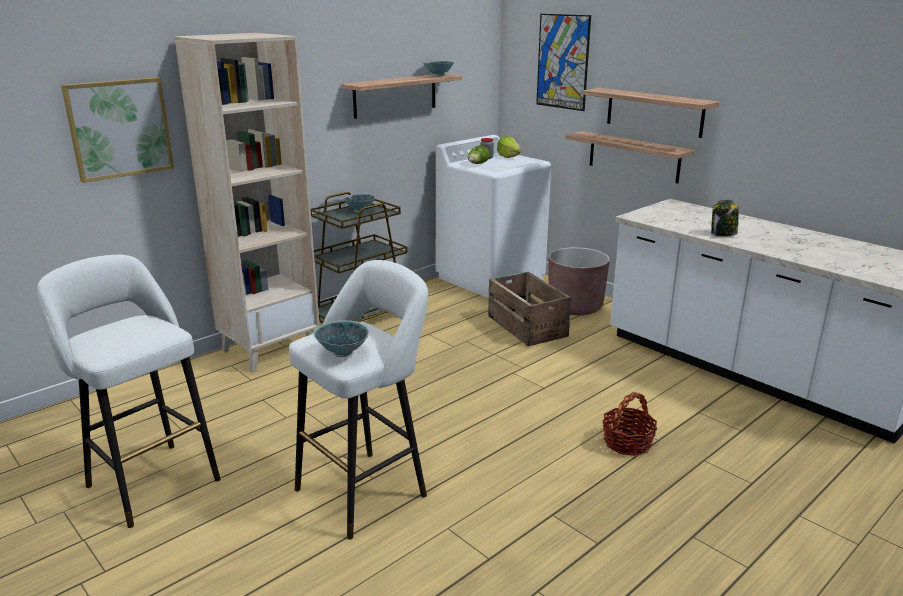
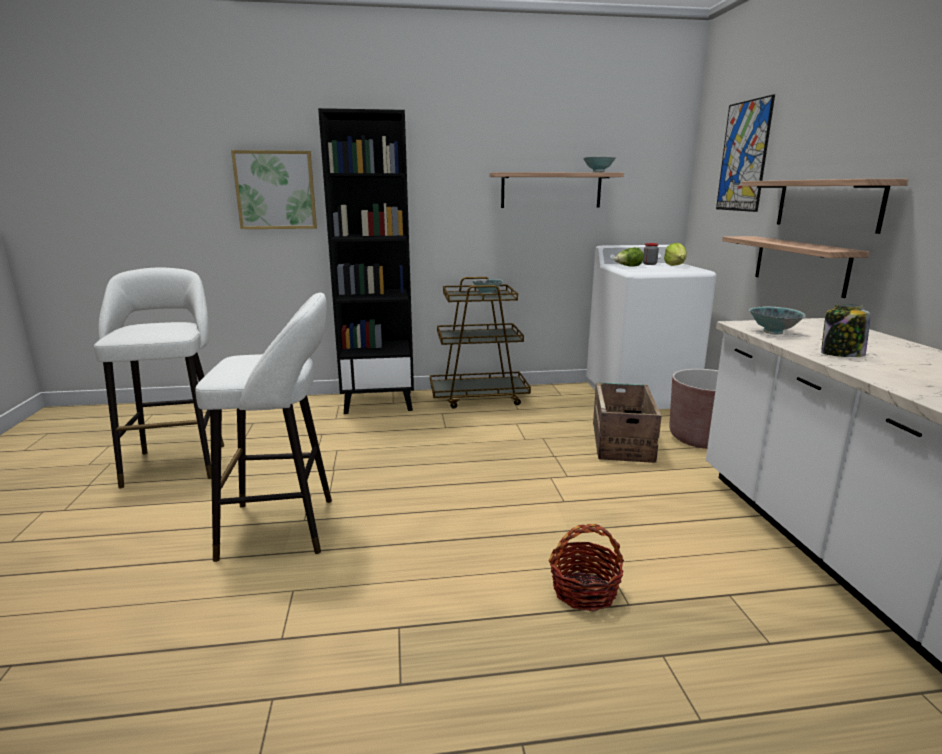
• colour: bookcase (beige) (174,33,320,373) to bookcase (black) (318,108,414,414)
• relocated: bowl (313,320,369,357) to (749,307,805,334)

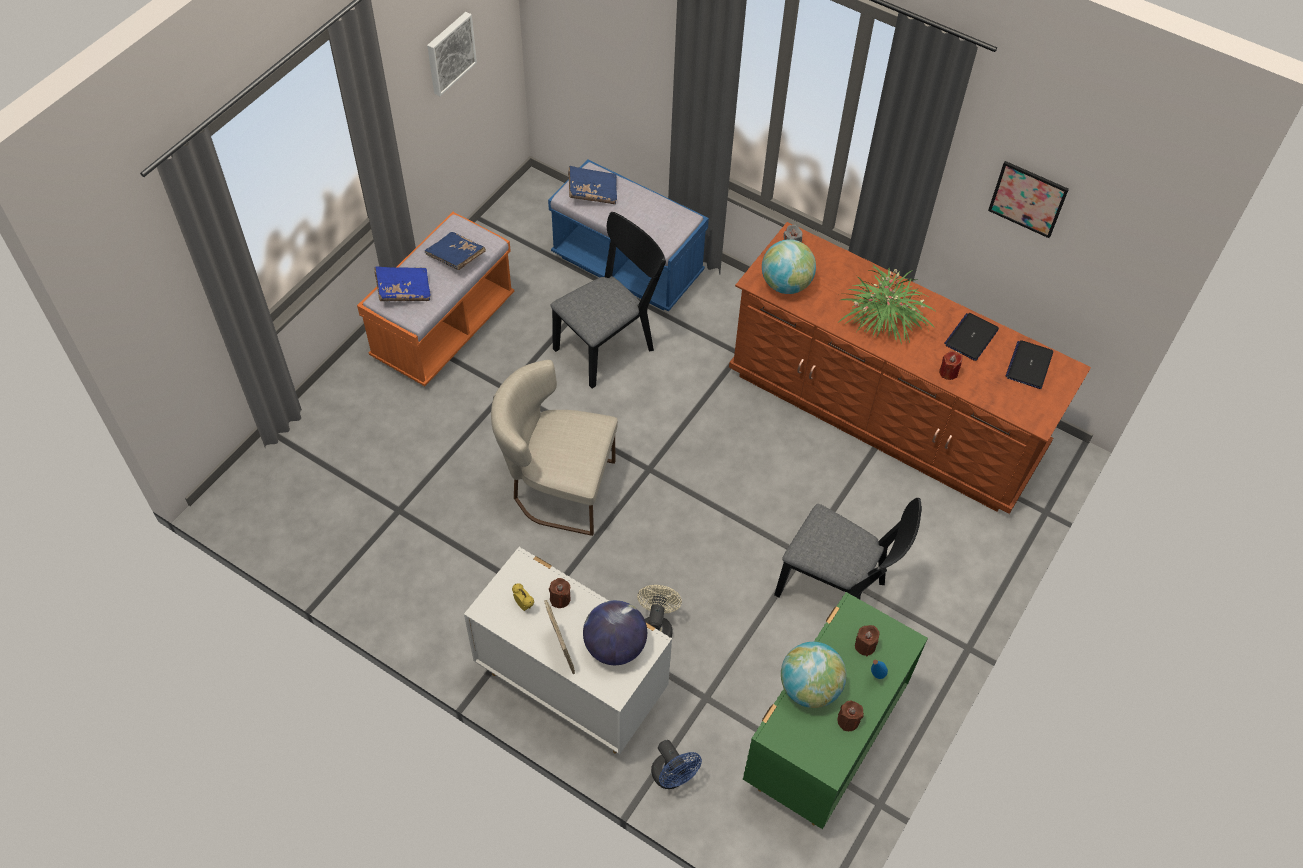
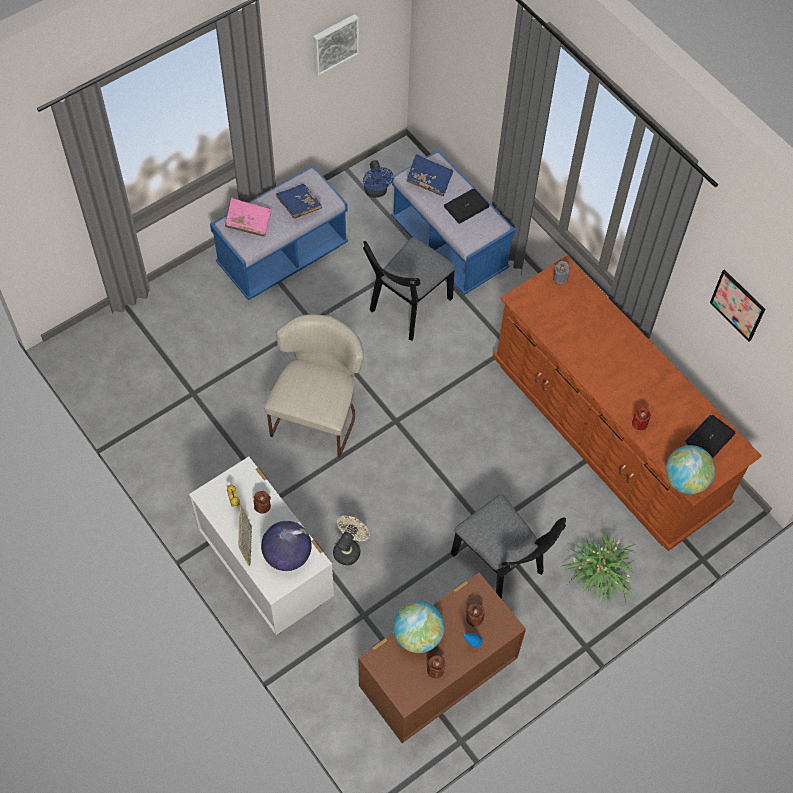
• colour: bench (orange) (357,212,514,386) to bench (blue) (210,166,348,300)
• colour: book (blue) (374,267,431,301) to book (pink) (225,198,272,237)
• spun: chair (beige) (491,360,618,536) = (264,314,364,458) 75 degrees clockwise
• spun: chair (black) (551,212,666,389) = (363,237,456,341) 150 degrees clockwise
• relocated: fan (blue) (651,740,702,789) to (363,160,393,198)
• colour: dresser (green) (743,592,928,829) to dresser (brown) (358,573,526,743)
• relocated: globe (762,239,816,294) to (666,445,716,494)
• relocated: potted plant (839,264,935,344) to (562,530,638,604)
• relocated: laptop (944,313,999,361) to (444,189,490,224)

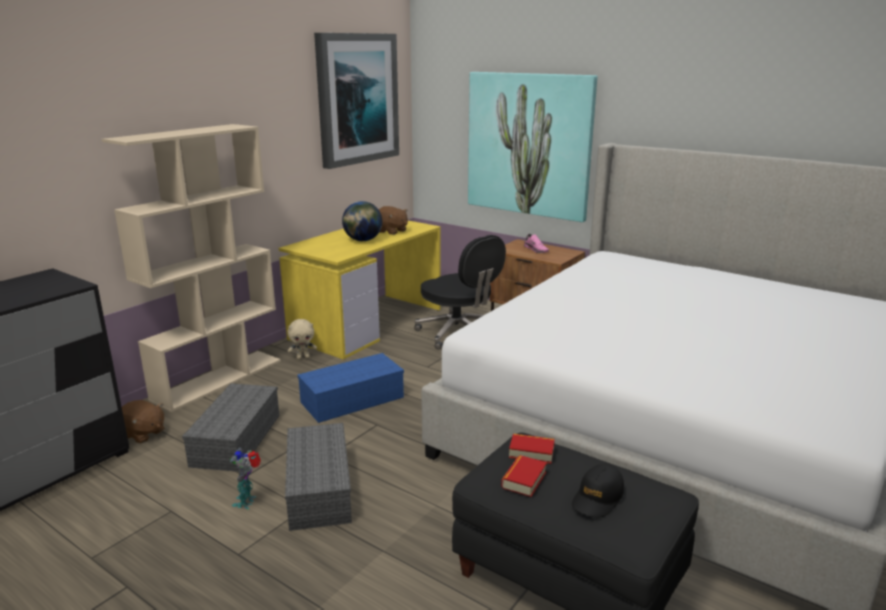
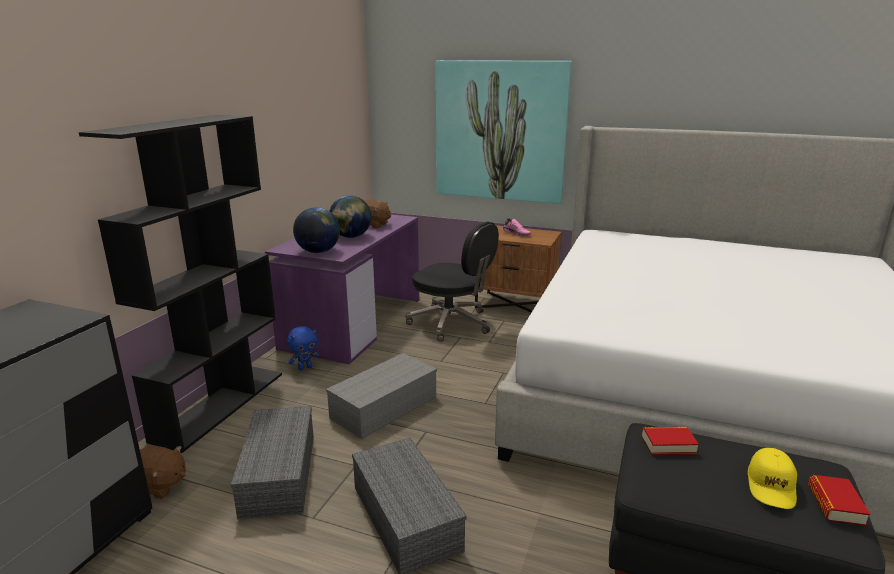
• colour: bookcase (beige) (102,124,281,412) to bookcase (black) (79,115,282,453)
• missing: toy robot (230,447,261,509)
• colour: desk (yellow) (279,221,441,360) to desk (purple) (265,215,419,364)
• colour: plush toy (beige) (288,319,317,360) to plush toy (blue) (287,326,320,370)
• colour: storage box (blue) (297,353,404,423) to storage box (grey) (326,353,437,439)
• missing: picture (314,33,399,169)
• relocated: book (501,455,547,497) to (808,475,871,526)
• colour: cap (black) (572,464,624,517) to cap (yellow) (748,448,797,509)
• appeared: globe (293,207,340,253)

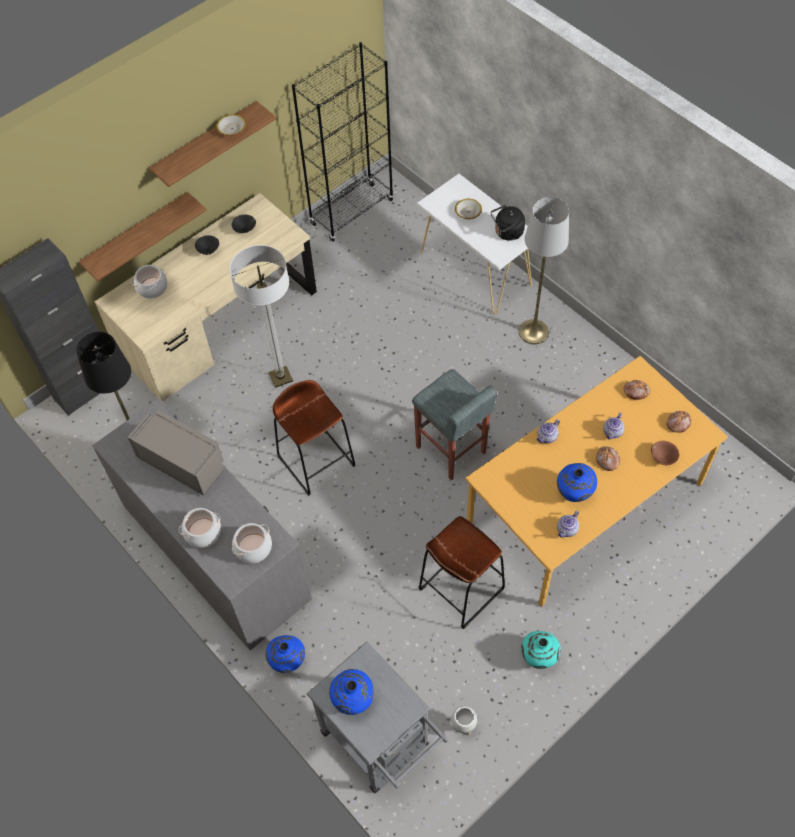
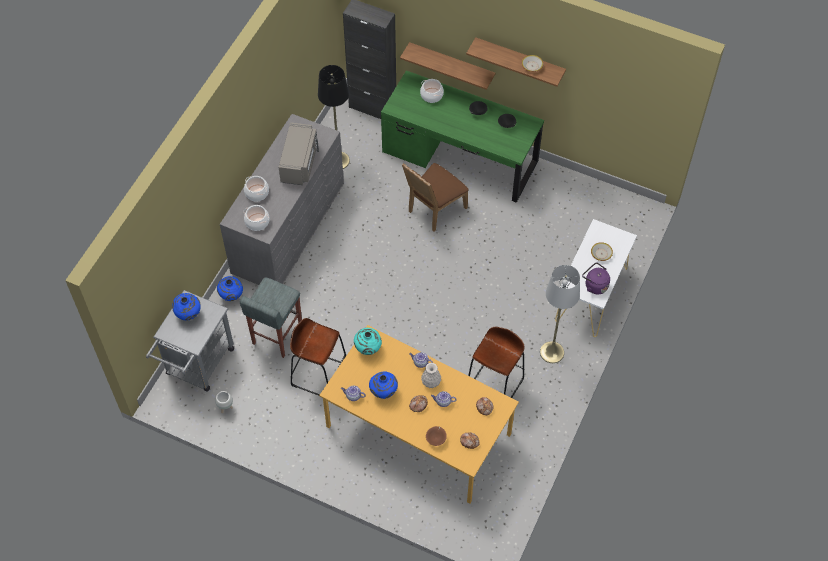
• colour: desk (beige) (95,193,317,401) to desk (green) (381,71,544,203)
• exchanged: floor lamp (230,245,293,388) to chair (brown) (402,163,469,232)
• relocated: stool (brown) (273,380,356,496) to (468,327,524,398)
• missing: bookcase (black) (292,42,394,242)
• relocated: stool (grey) (412,369,497,480) to (240,277,302,358)
• colour: kettle (black) (491,205,525,241) to kettle (purple) (582,262,610,294)
• relocated: vase (turquoise) (521,631,561,669) to (354,328,382,355)
• appeared: vase (white) (421,362,441,388)

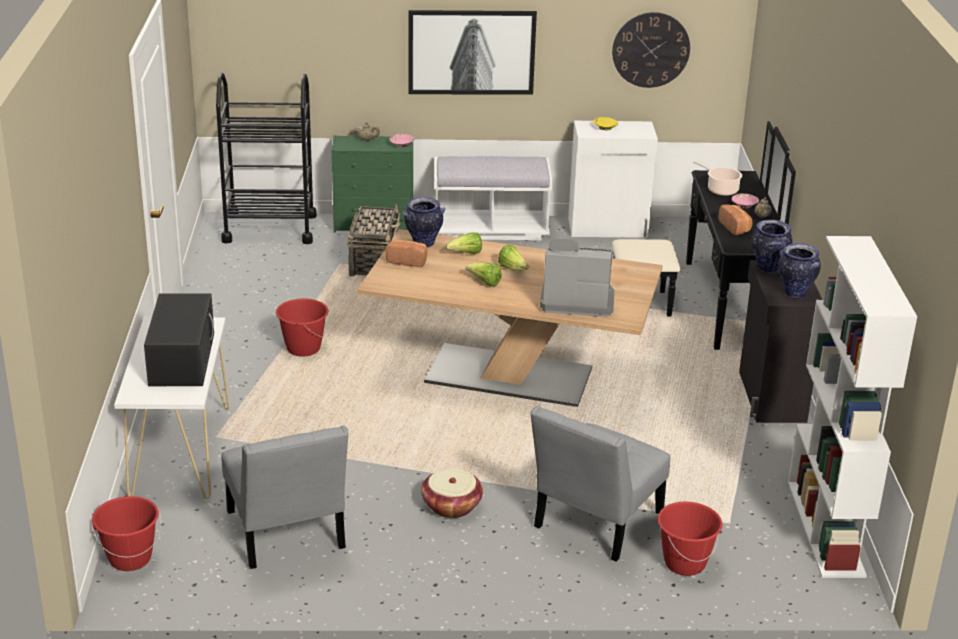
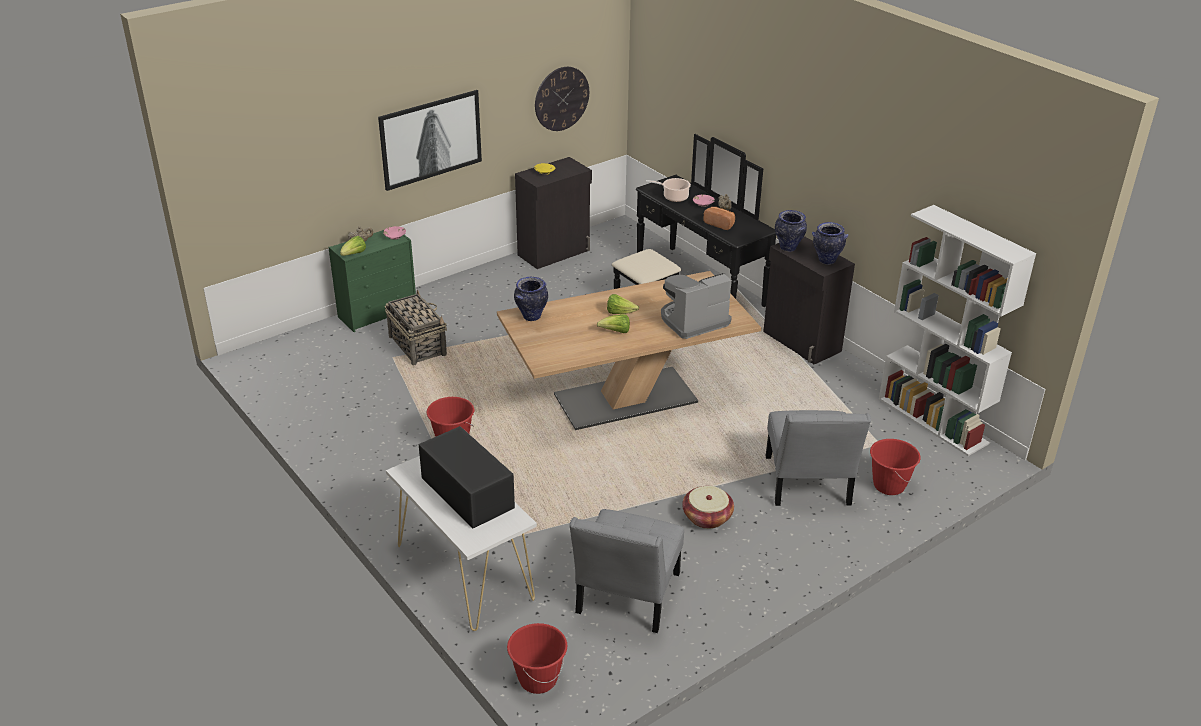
• missing: cart (black) (216,73,317,244)
• spun: chair (grey) (221,425,349,569) = (569,509,684,633) 75 degrees clockwise
• missing: bread (386,239,427,267)
• missing: bench (white) (435,156,552,240)
• relocated: lettuce (446,232,482,254) to (340,236,366,256)
• colour: cabinet (white) (568,121,658,238) to cabinet (black) (515,157,592,269)

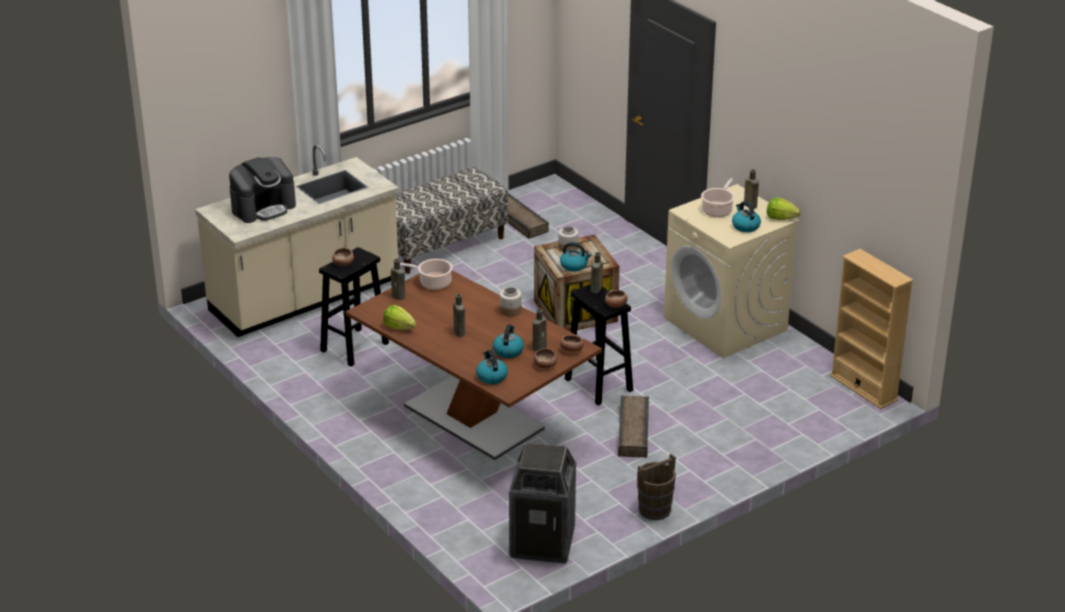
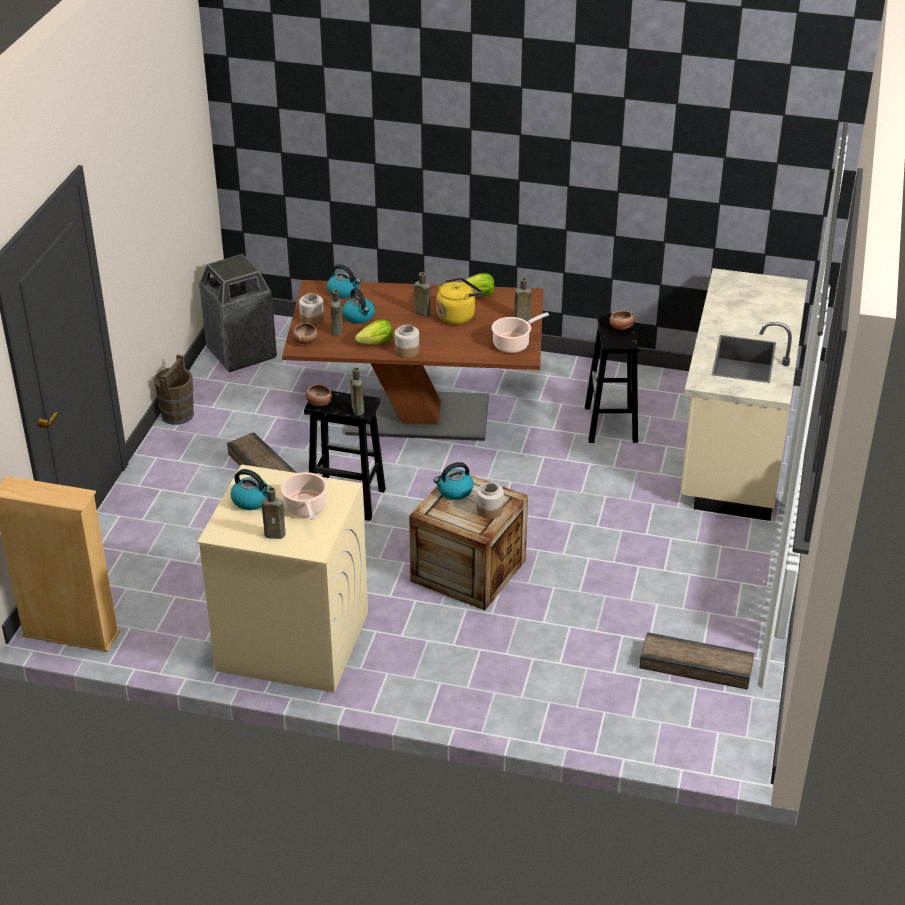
• missing: coffee machine (229,157,296,223)
• missing: bench (395,167,508,274)
• exchanged: bowl (534,348,557,369) to jar (299,293,324,326)
• relocated: lettuce (767,198,801,220) to (355,320,393,344)
• appeared: kettle (yellow) (437,277,483,325)

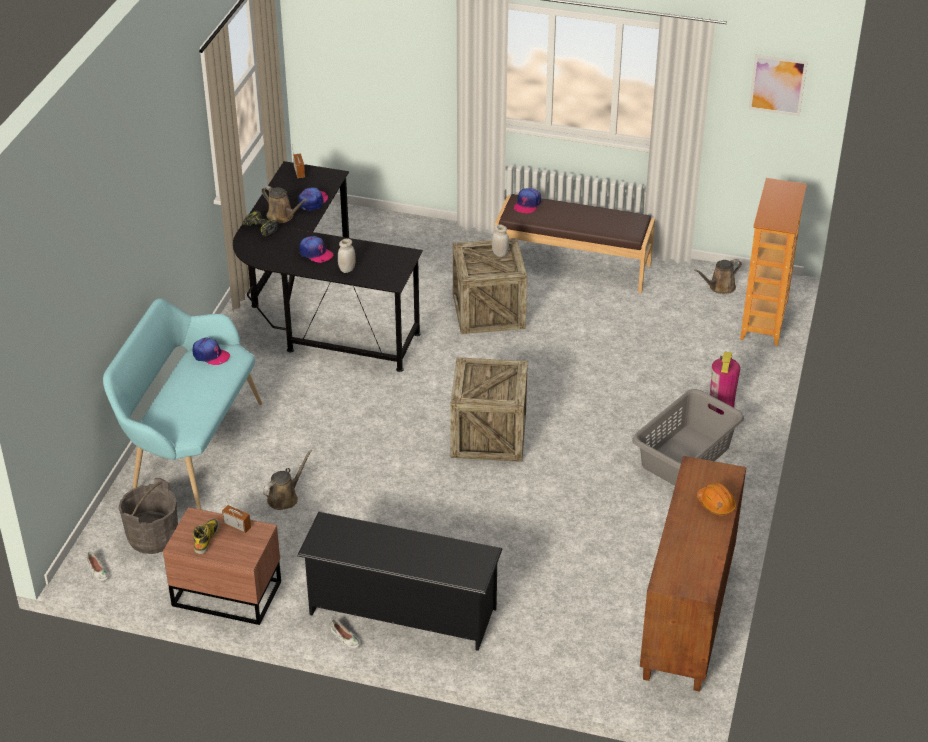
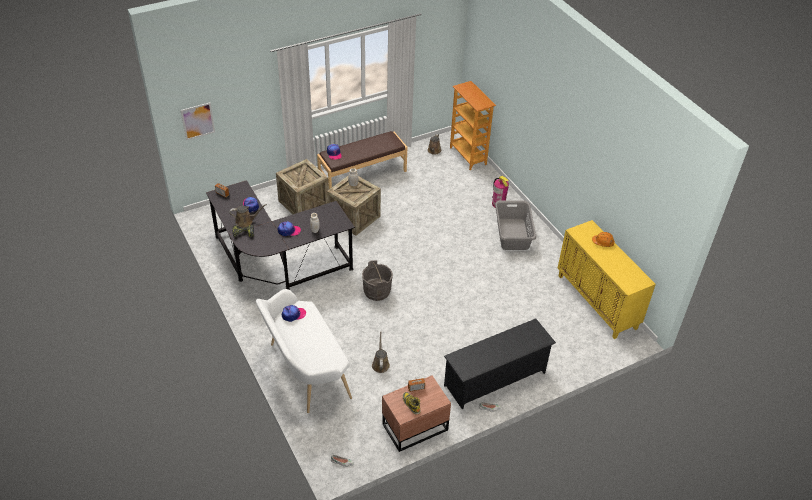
• colour: bench (turquoise) (103,298,262,510) to bench (white) (256,289,352,413)
• relocated: bucket (grey) (119,478,178,554) to (362,260,393,301)
• relocated: crate (451,357,528,462) to (276,159,329,215)
• colour: cabinet (brown) (640,456,746,692) to cabinet (yellow) (558,220,656,339)
• relocated: picture (749,54,808,116) to (181,102,215,140)

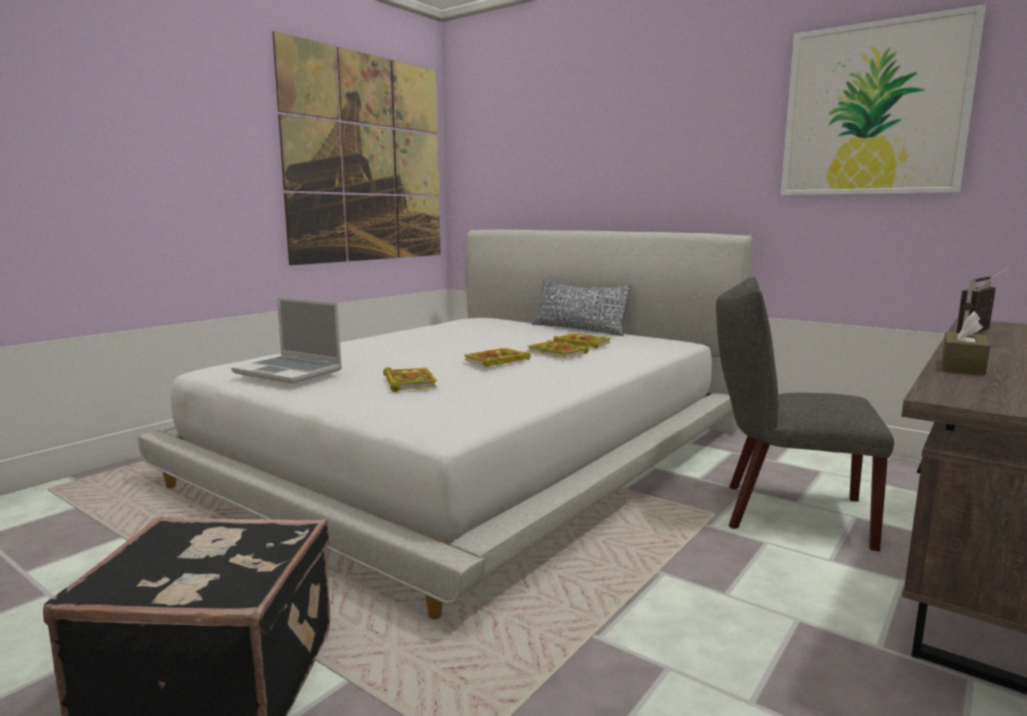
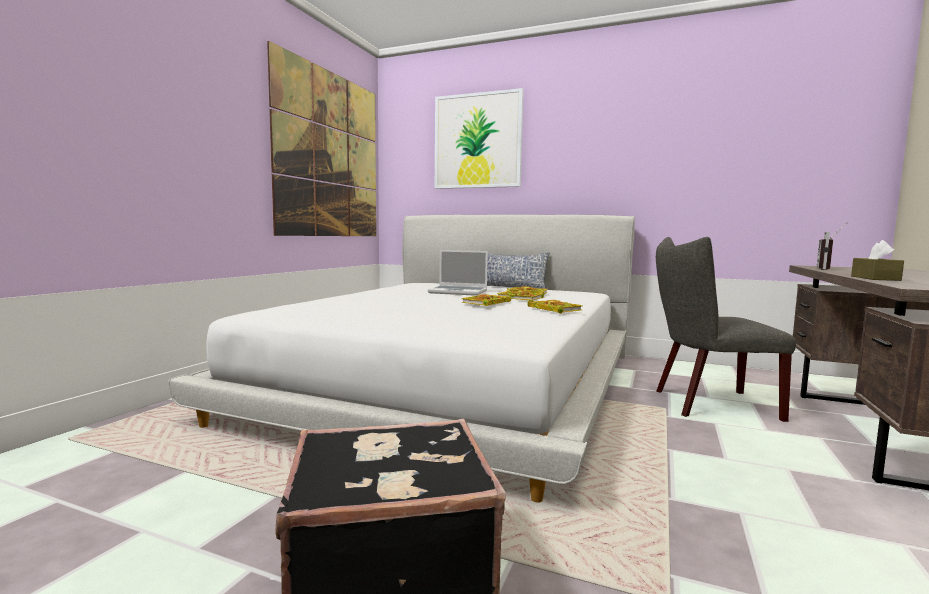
• relocated: laptop (231,297,342,384) to (428,250,488,296)
• relocated: book (383,367,437,392) to (527,300,583,314)
• relocated: picture (781,5,986,195) to (435,88,524,189)

